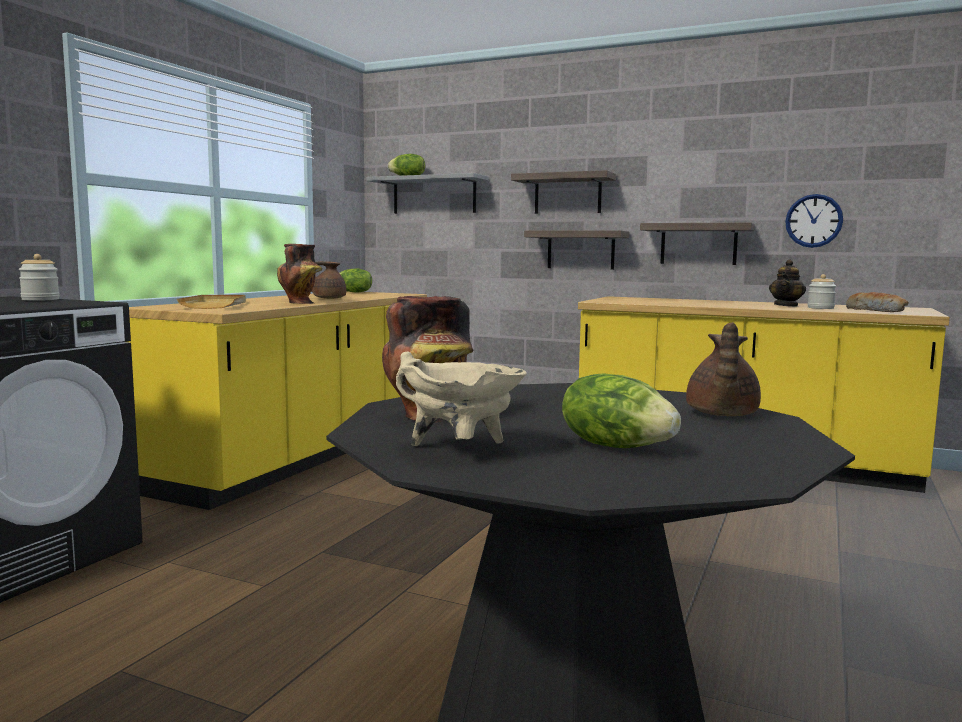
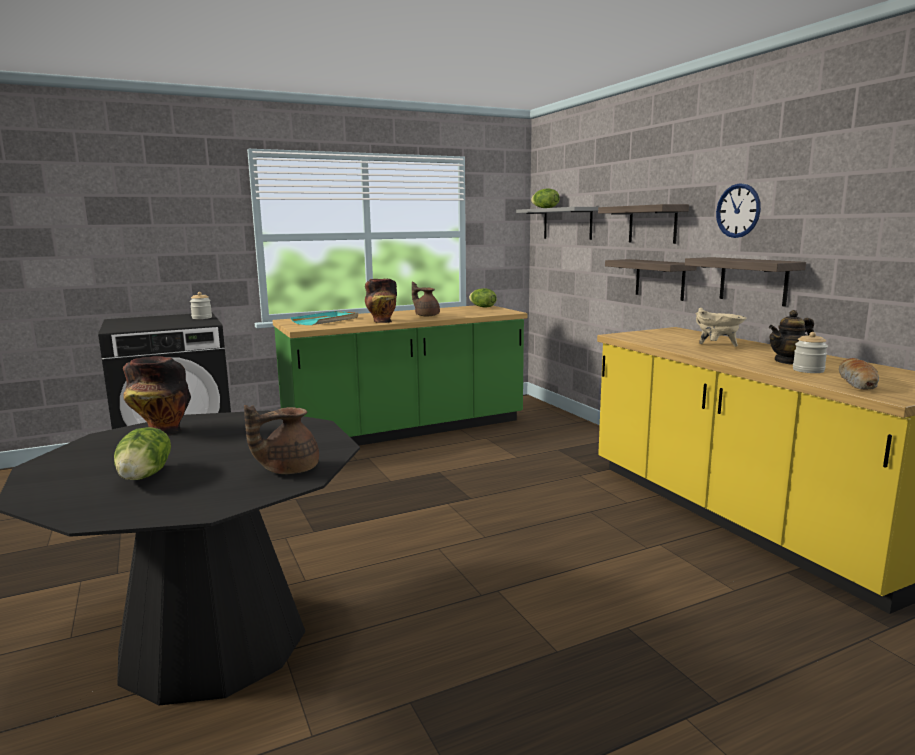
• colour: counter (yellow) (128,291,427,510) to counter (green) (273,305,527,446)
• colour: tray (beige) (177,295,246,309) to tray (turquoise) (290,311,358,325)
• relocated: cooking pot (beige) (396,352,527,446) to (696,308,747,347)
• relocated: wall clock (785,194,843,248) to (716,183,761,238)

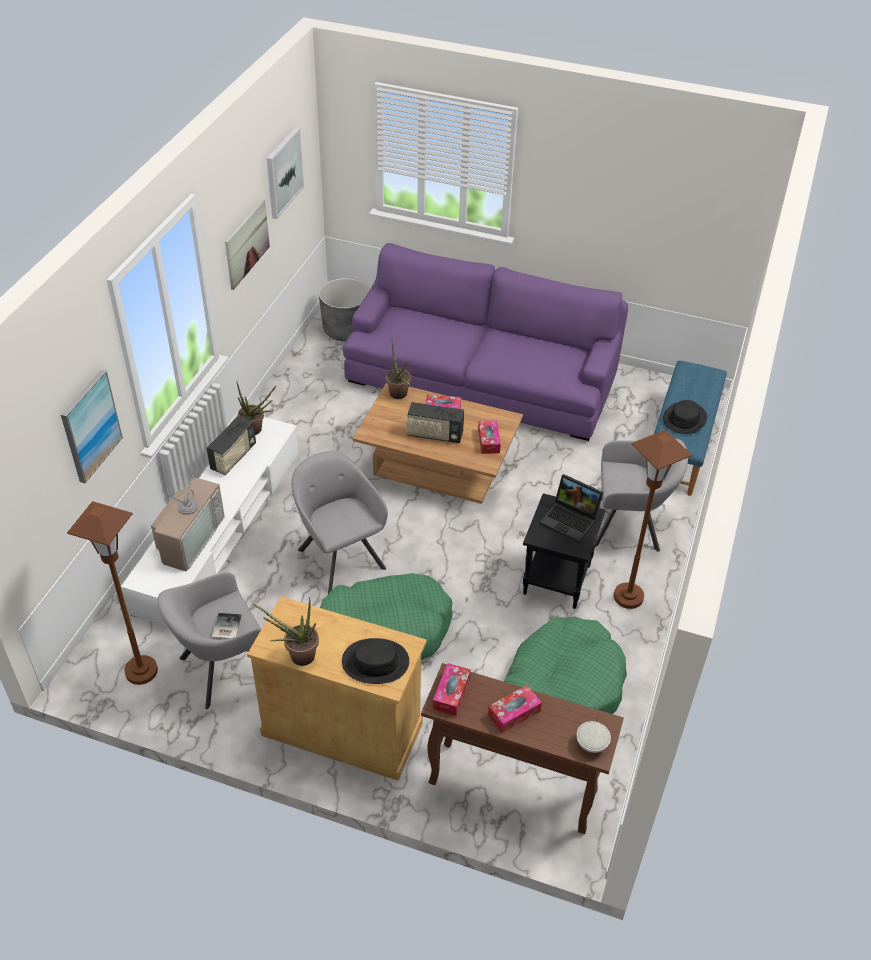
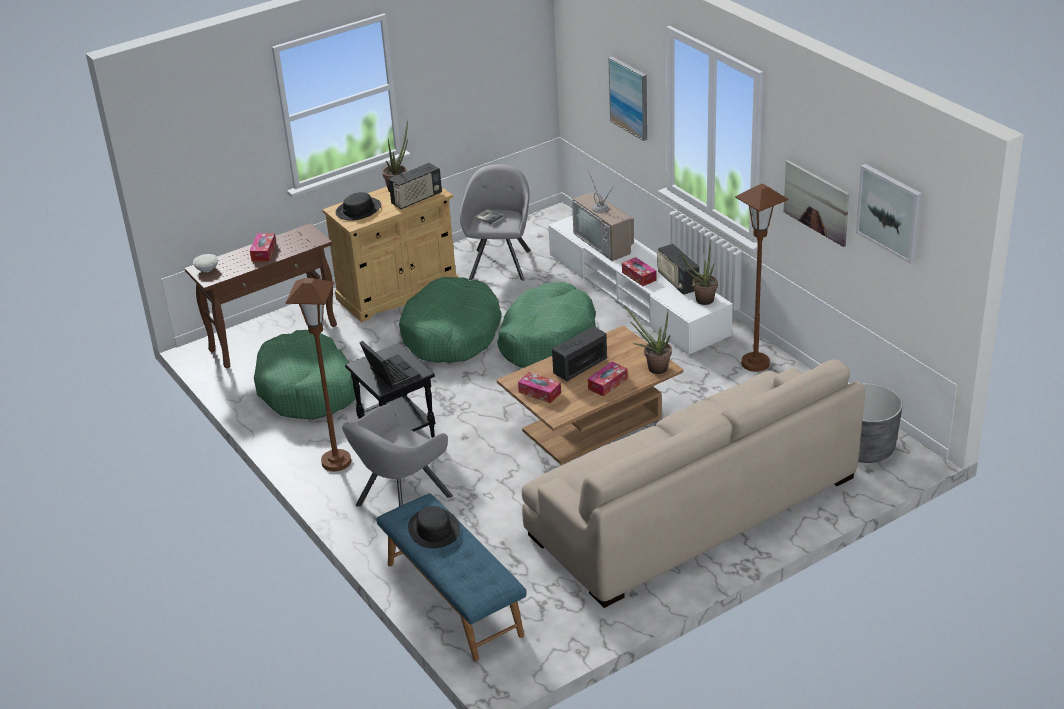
• relocated: floor lamp (brown) (67,501,158,685) to (735,183,788,372)
• exchanged: armchair (grey) (291,451,388,594) to dog bed (green) (497,282,596,368)
• colour: sofa (purple) (343,243,628,441) to sofa (beige) (522,359,865,608)
• relocated: tissue box (433,663,471,716) to (622,257,657,286)
• spun: laptop (540,474,604,543) = (360,341,420,388) 75 degrees clockwise
• appeared: radio (389,163,442,209)

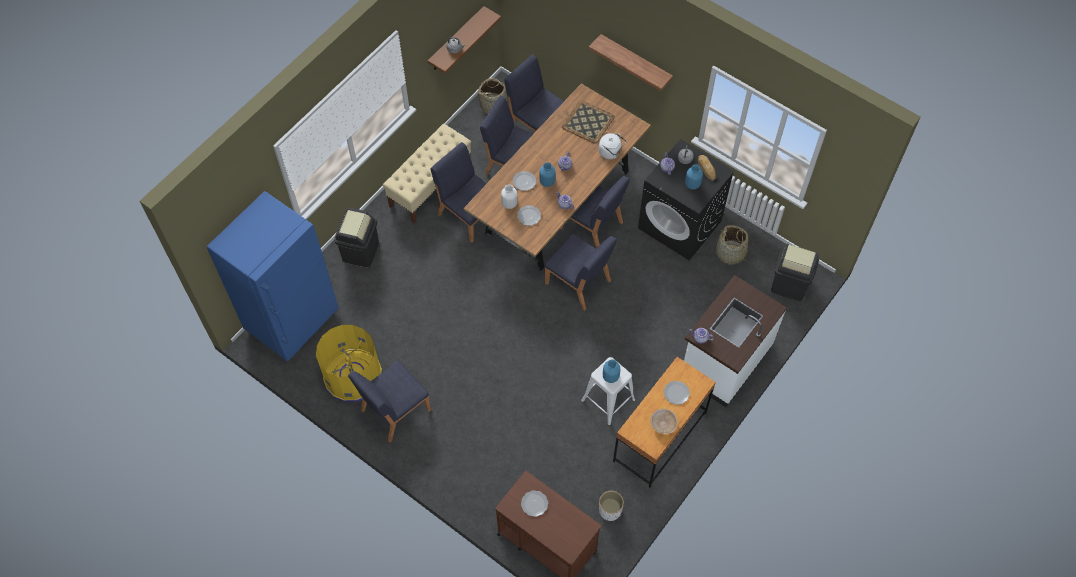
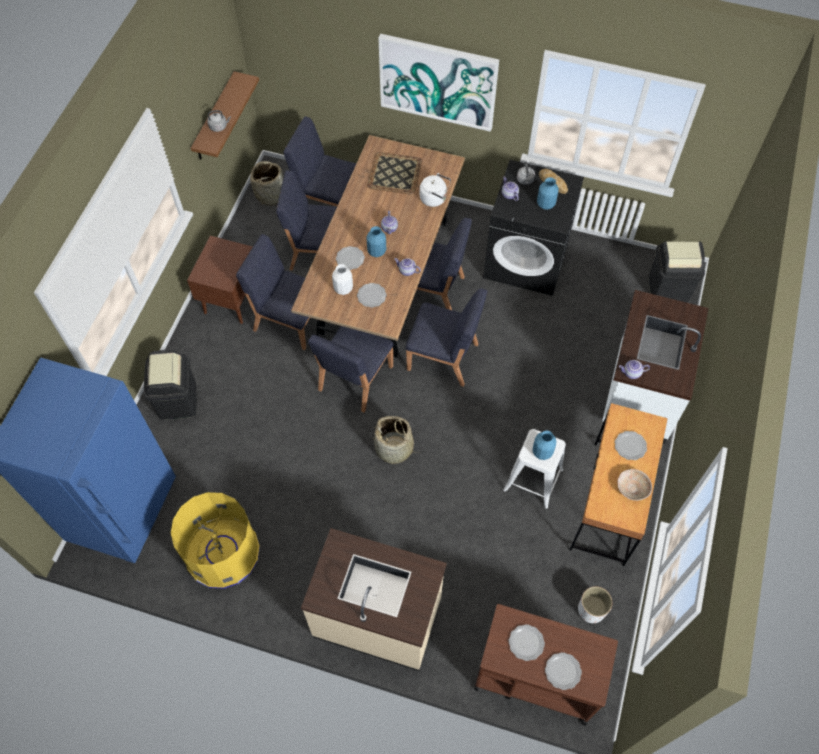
• relocated: chair (blue) (348,361,431,443) to (308,326,394,413)
• exchanged: bench (beige) (383,124,471,224) to nightstand (brown) (187,236,253,324)
• exchanged: shelf (589,34,673,91) to picture (378,34,499,132)
• relocated: basket (716,225,749,265) to (372,416,417,464)
• appeared: counter (beige) (301,528,447,671)
• appeared: plate (545,652,582,690)

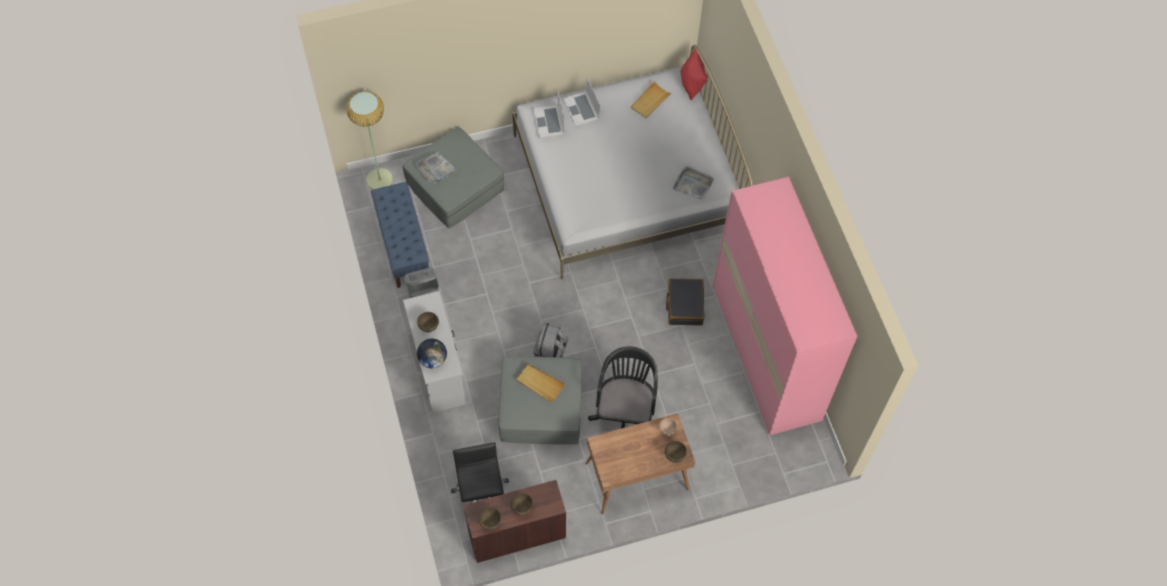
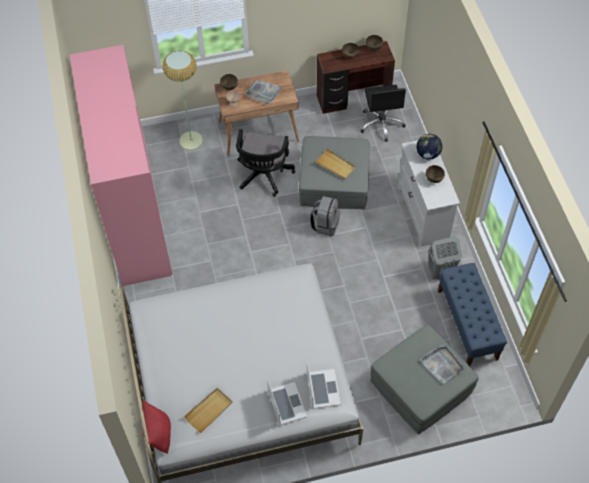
• relocated: floor lamp (346,91,393,189) to (162,50,203,150)
• missing: suitcase (black) (666,278,704,326)
• relocated: tray (grey) (673,166,714,200) to (245,80,283,104)

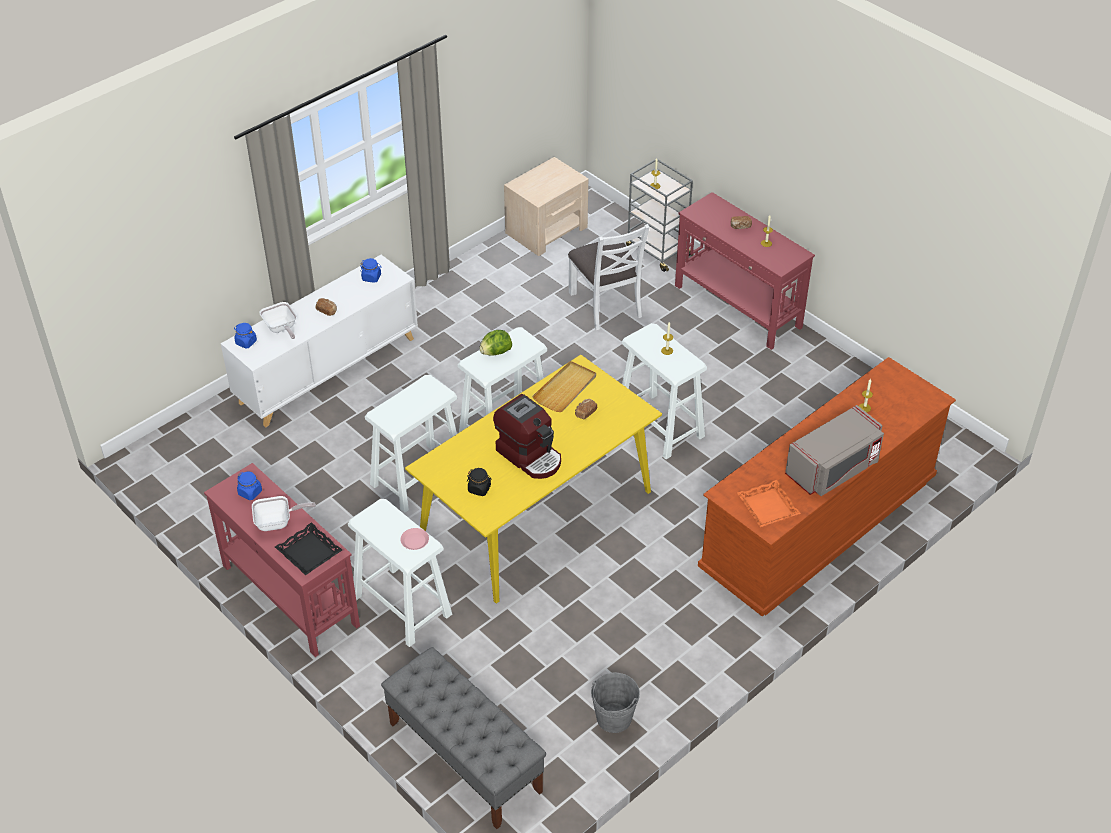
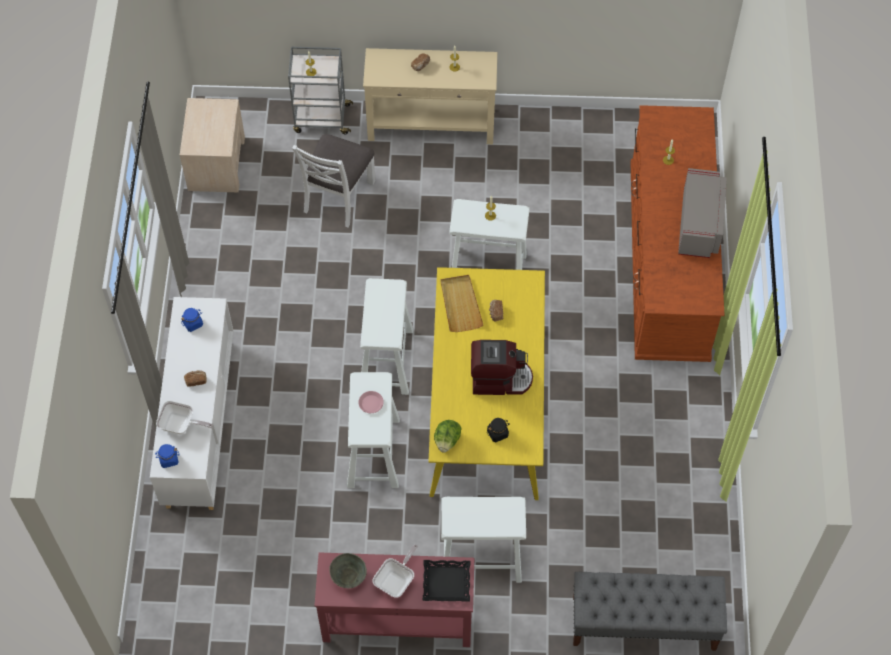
• exchanged: jar (blue) (237,472,262,500) to bowl (grey) (329,553,367,588)
• relocated: plate (pink) (400,528,429,550) to (358,391,384,413)
• relocated: lettuce (479,330,512,356) to (434,420,462,453)
• spun: chair (white) (568,224,650,330) = (292,134,375,228) 90 degrees clockwise
• missing: bucket (grey) (591,672,640,733)
• colour: console table (red) (675,192,815,350) to console table (beige) (363,48,497,144)
• missing: tray (orange) (737,480,801,527)

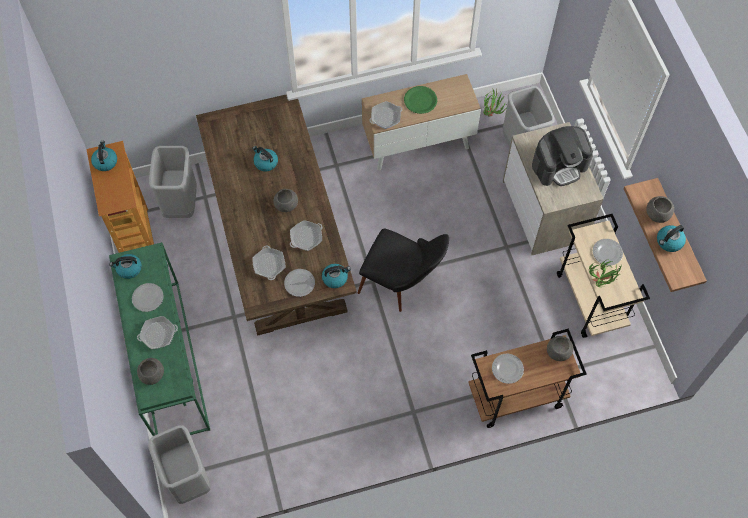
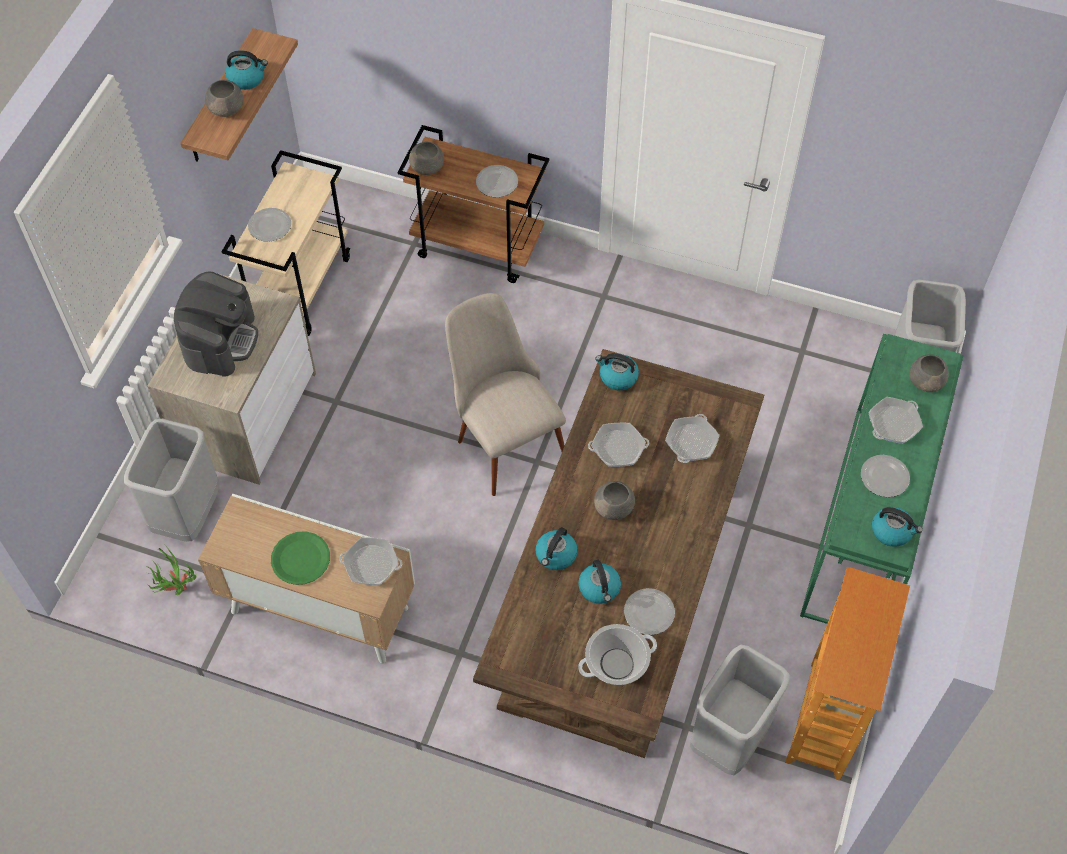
• relocated: kettle (91,141,117,171) to (535,527,578,570)
• spun: frying pan (137,316,178,349) = (868,397,923,444) 60 degrees counterclockwise
• relocated: plate (284,269,315,297) to (624,588,675,635)
• colour: chair (black) (358,228,449,312) to chair (beige) (445,293,566,496)
• spun: coffee machine (532,126,593,186) = (174,272,258,377) 90 degrees clockwise
• missing: potted plant (589,260,622,287)
• appeared: cooking pot (578,624,657,685)

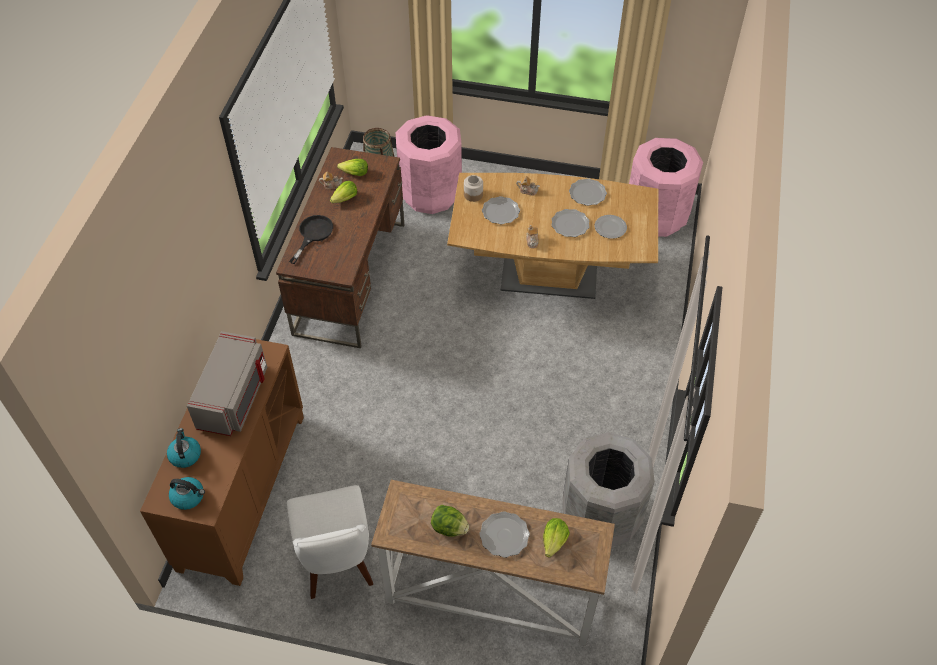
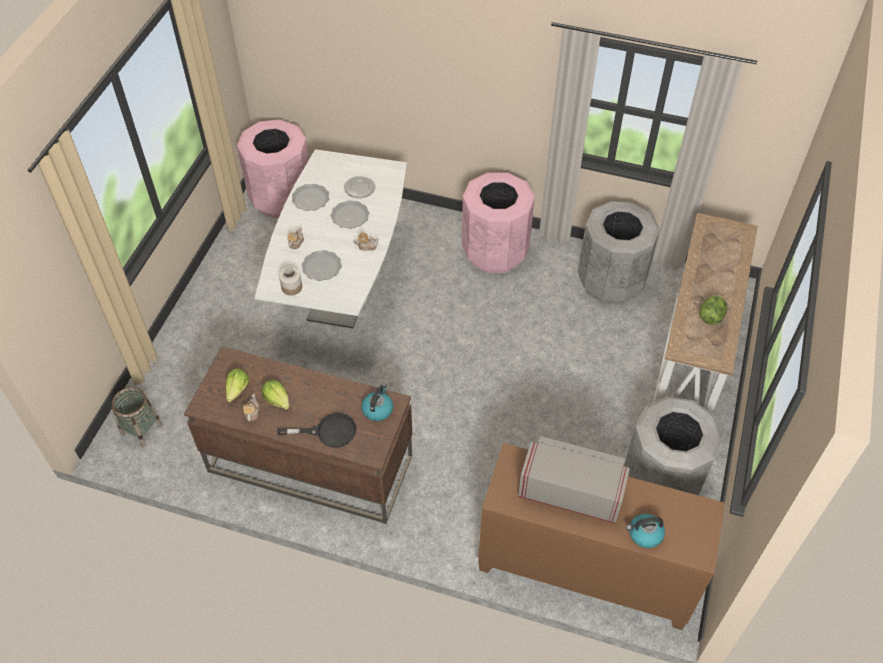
• relocated: kettle (169,477,205,510) to (361,384,393,421)
• exchanged: chair (white) (287,485,373,599) to trash can (grey) (624,397,723,495)
• spun: frying pan (black) (289,215,333,264) = (277,413,357,448) 150 degrees clockwise
• relocated: trash can (pink) (396,115,462,214) to (462,172,535,273)
• colour: dining table (brown) (447,173,658,299) to dining table (white) (255,149,407,328)
• missing: plate (479,511,530,558)
• missing: lettuce (543,518,570,558)

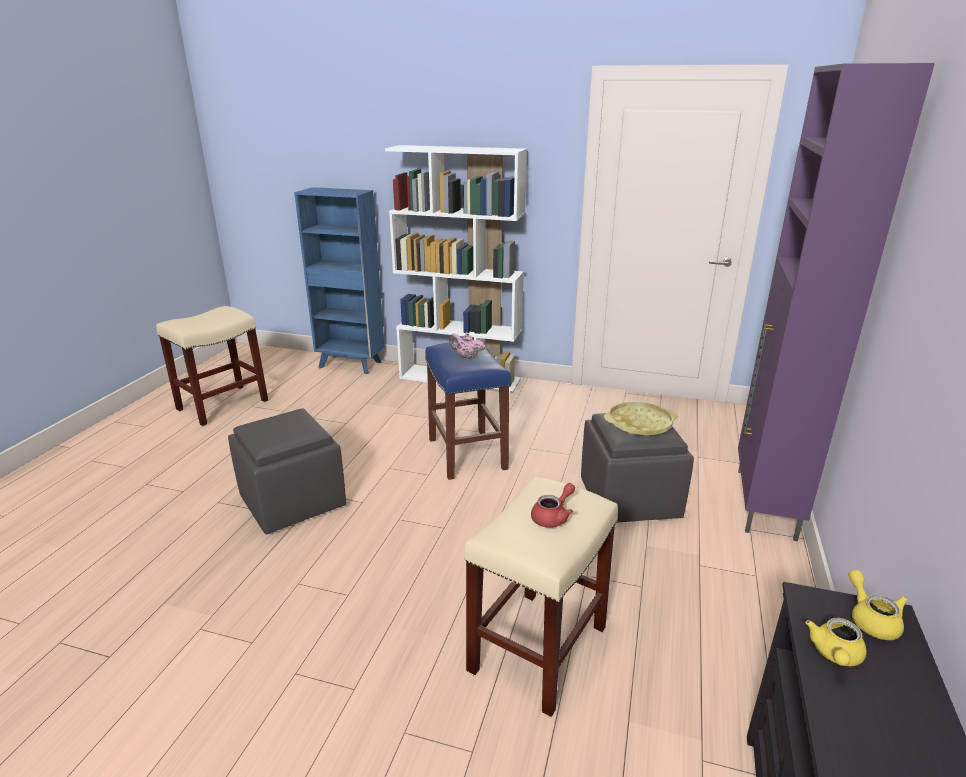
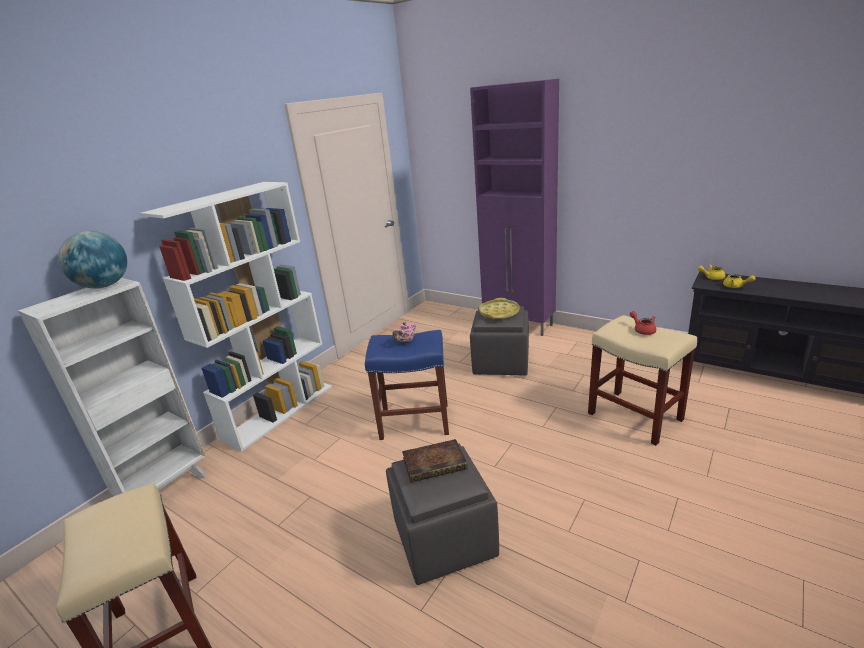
• colour: bookcase (blue) (294,187,384,374) to bookcase (white) (18,278,206,496)
• appeared: globe (58,231,127,289)
• appeared: book (402,439,467,483)

